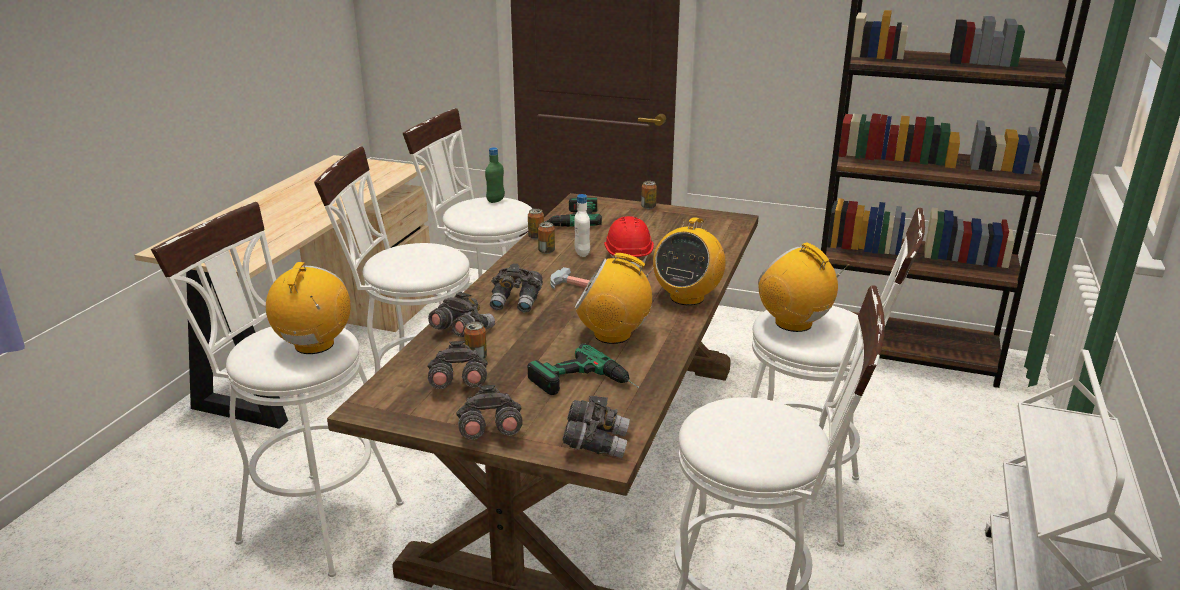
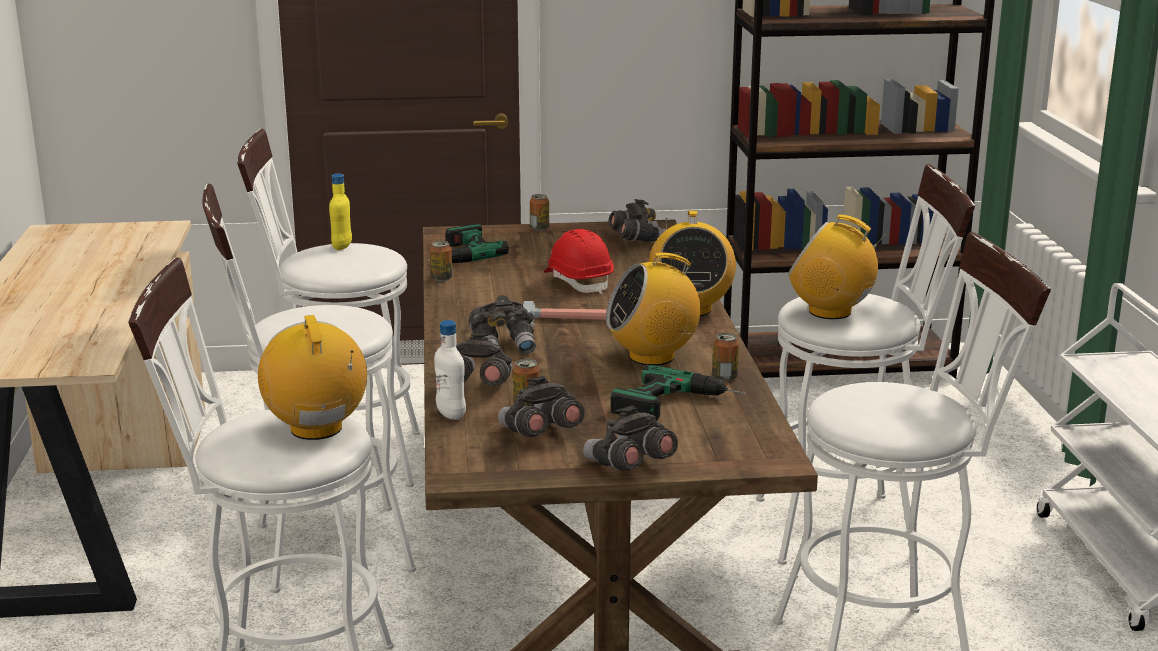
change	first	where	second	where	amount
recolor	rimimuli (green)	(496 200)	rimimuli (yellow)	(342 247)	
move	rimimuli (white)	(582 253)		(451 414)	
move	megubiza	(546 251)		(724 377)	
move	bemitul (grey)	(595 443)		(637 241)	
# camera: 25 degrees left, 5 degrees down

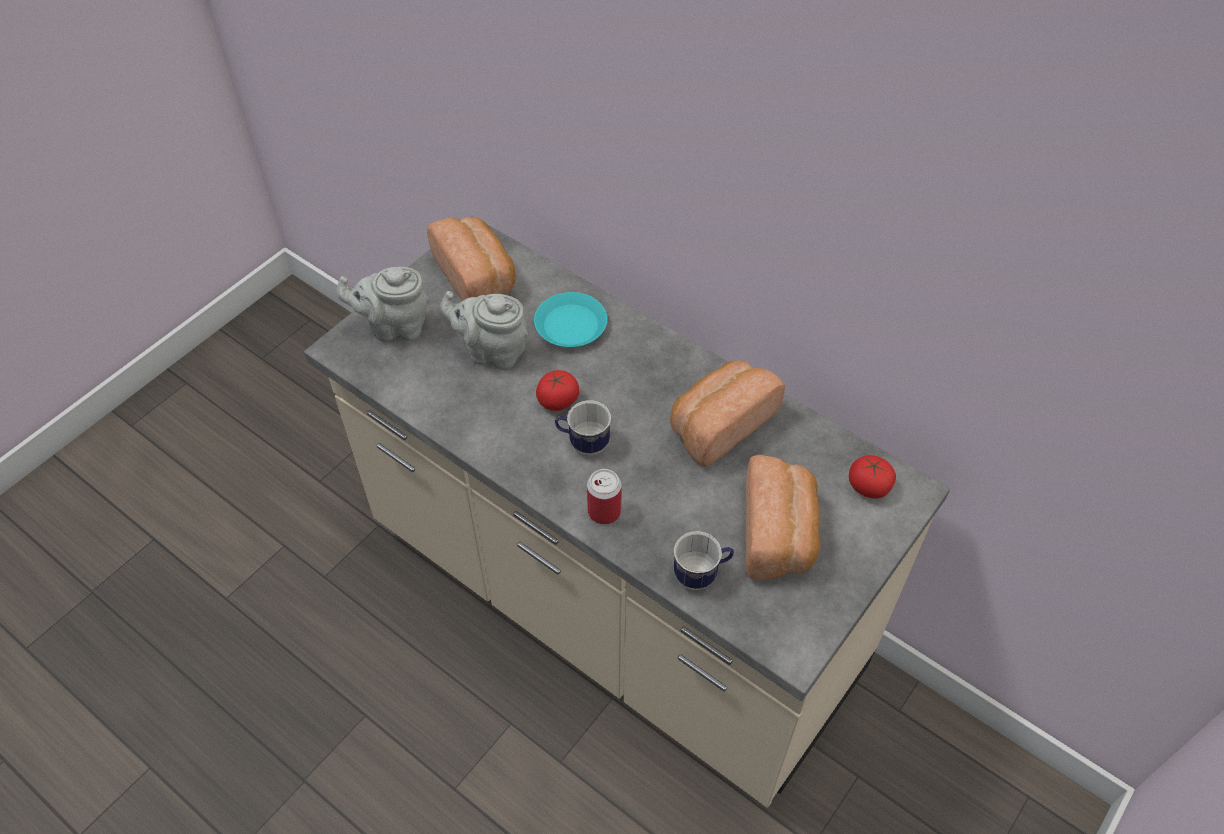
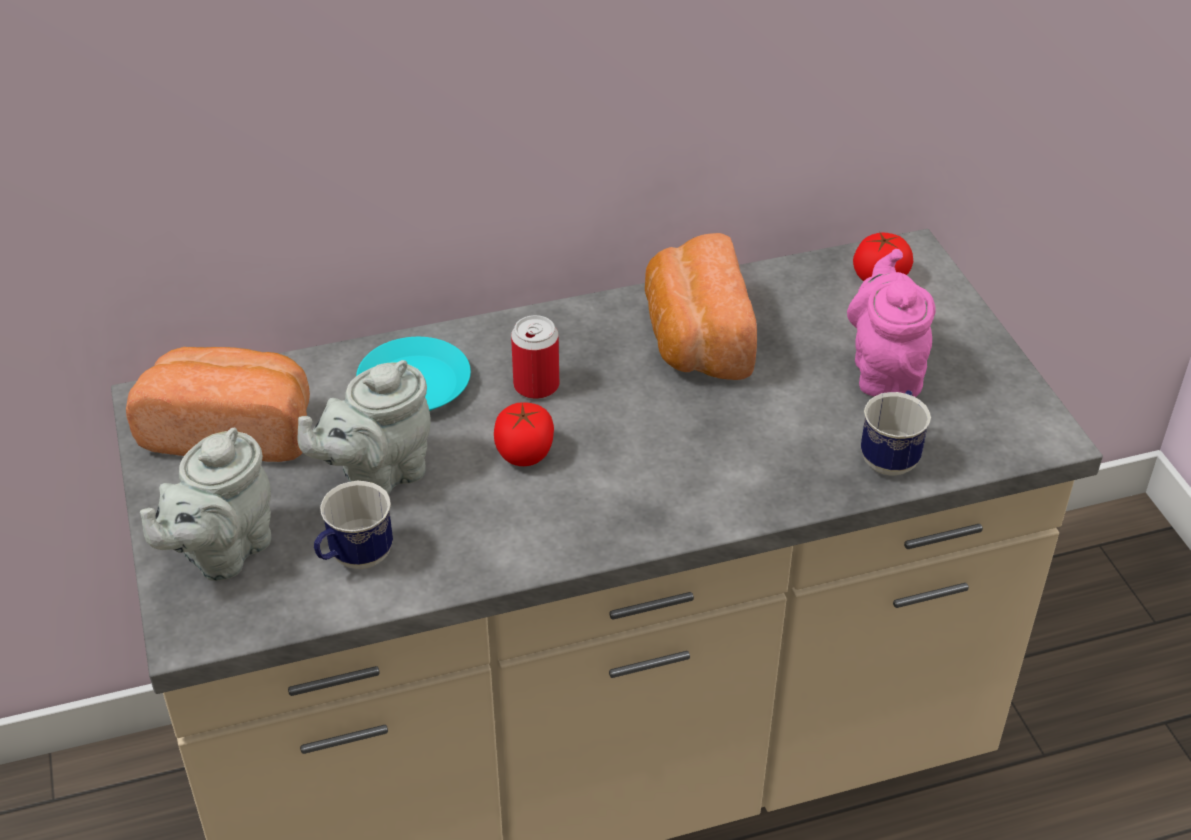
change	first	where	second	where	amount
move	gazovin	(583 443)		(354 559)	
replace	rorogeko	(779 533)	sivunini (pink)	(885 370)	
move	megubiza	(604 511)		(536 385)	
# camera: 55 degrees left, 10 degrees down

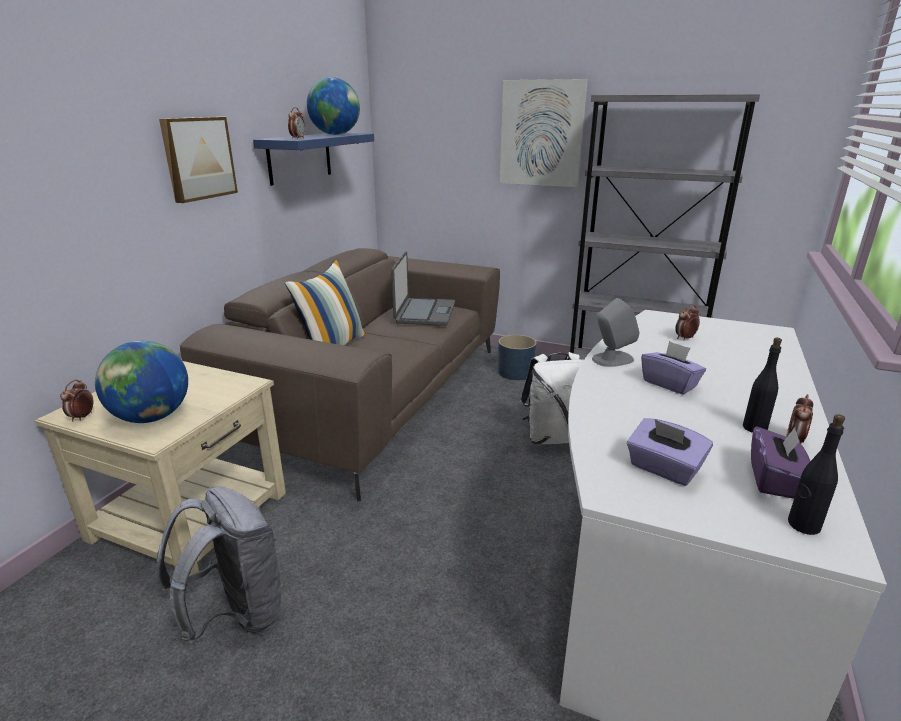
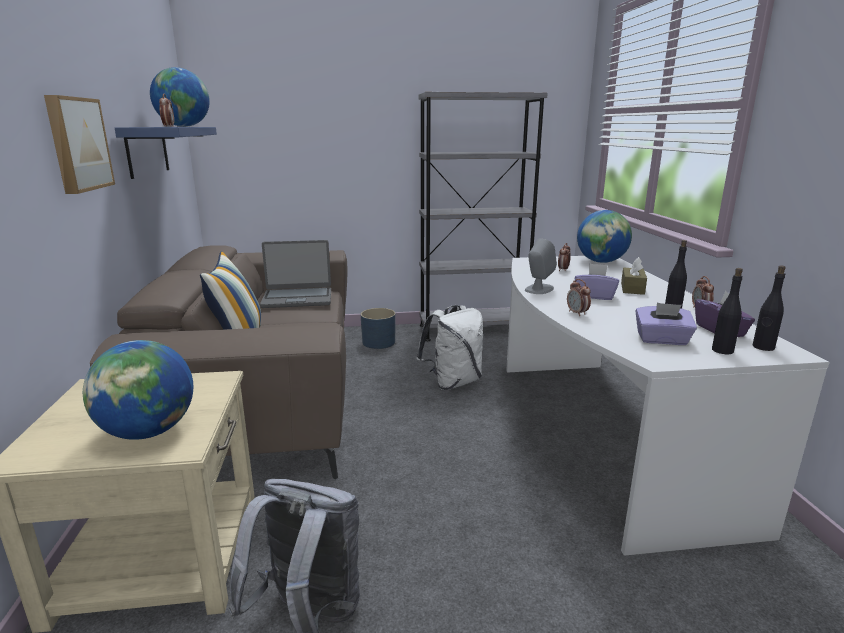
change	first	where	second	where	amount
delete	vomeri	(541 133)			
rotate	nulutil	(424 313)		(297 298)	105 degrees clockwise
move	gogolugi	(82 417)		(577 313)	
insert			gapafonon	(601 262)	
insert			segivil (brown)	(632 288)	
insert			rimimuli (black)	(722 350)	
# camera: 30 degrees left, 5 degrees down

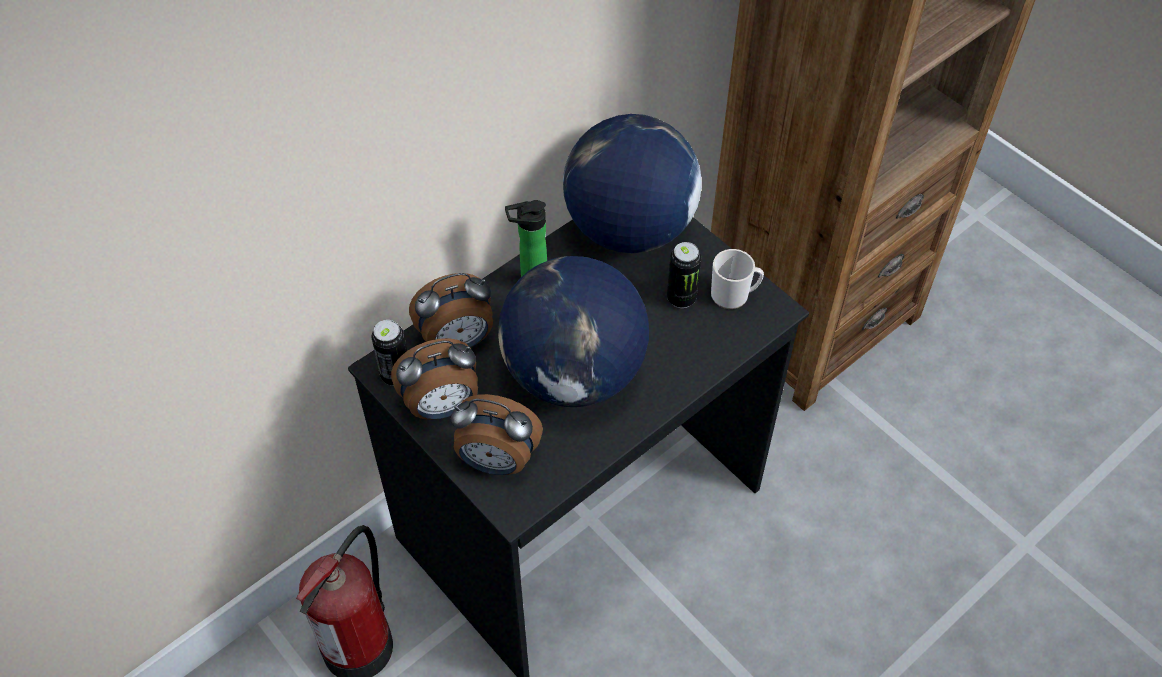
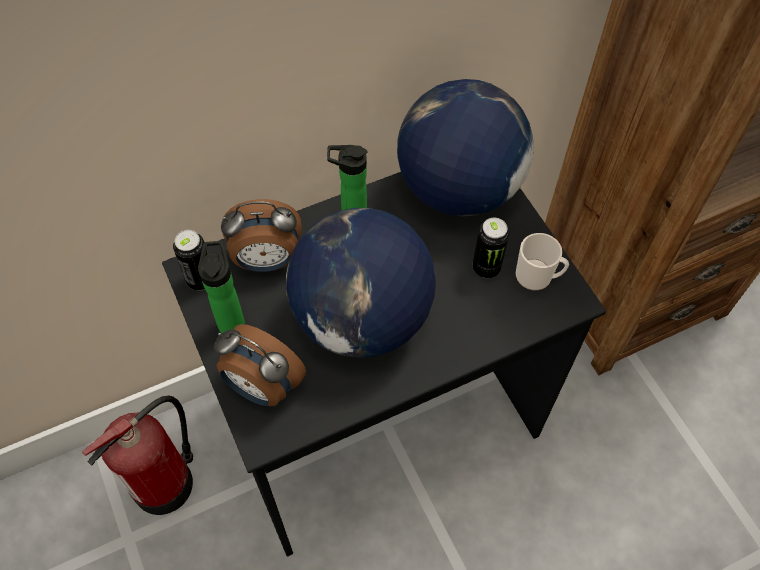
change	first	where	second	where	amount
replace	gogolugi	(442 406)	rimimuli	(231 320)	
# camera: 15 degrees right, 5 degrees up

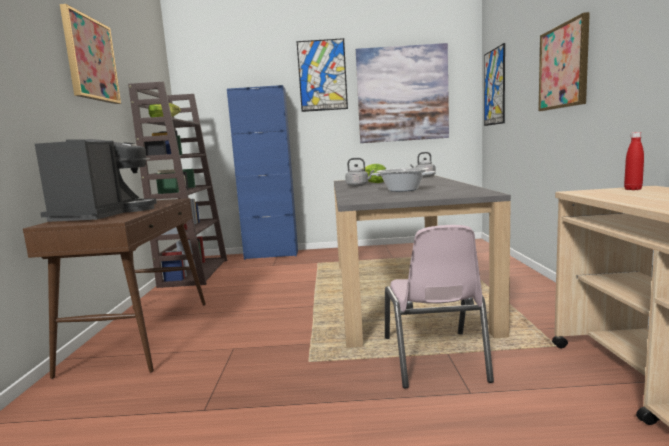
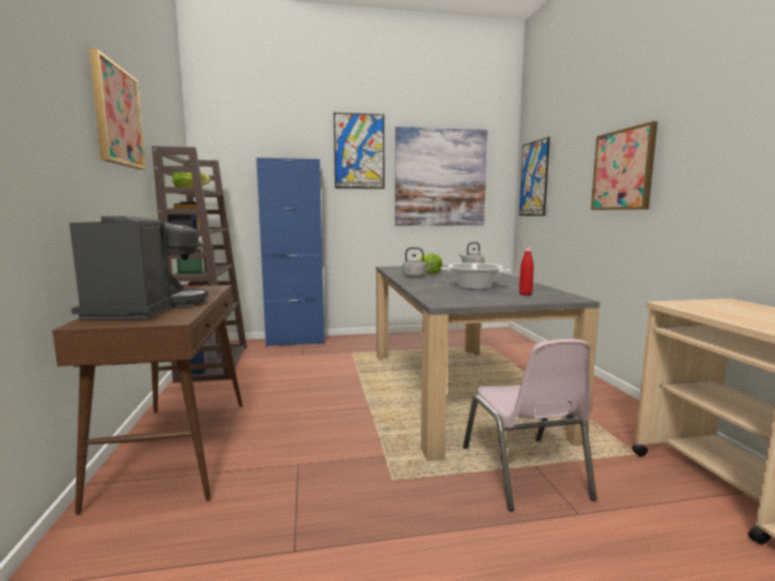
change	first	where	second	where	amount
move	rimimuli (red)	(632 189)		(525 294)	
# camera: 10 degrees left, 0 degrees up

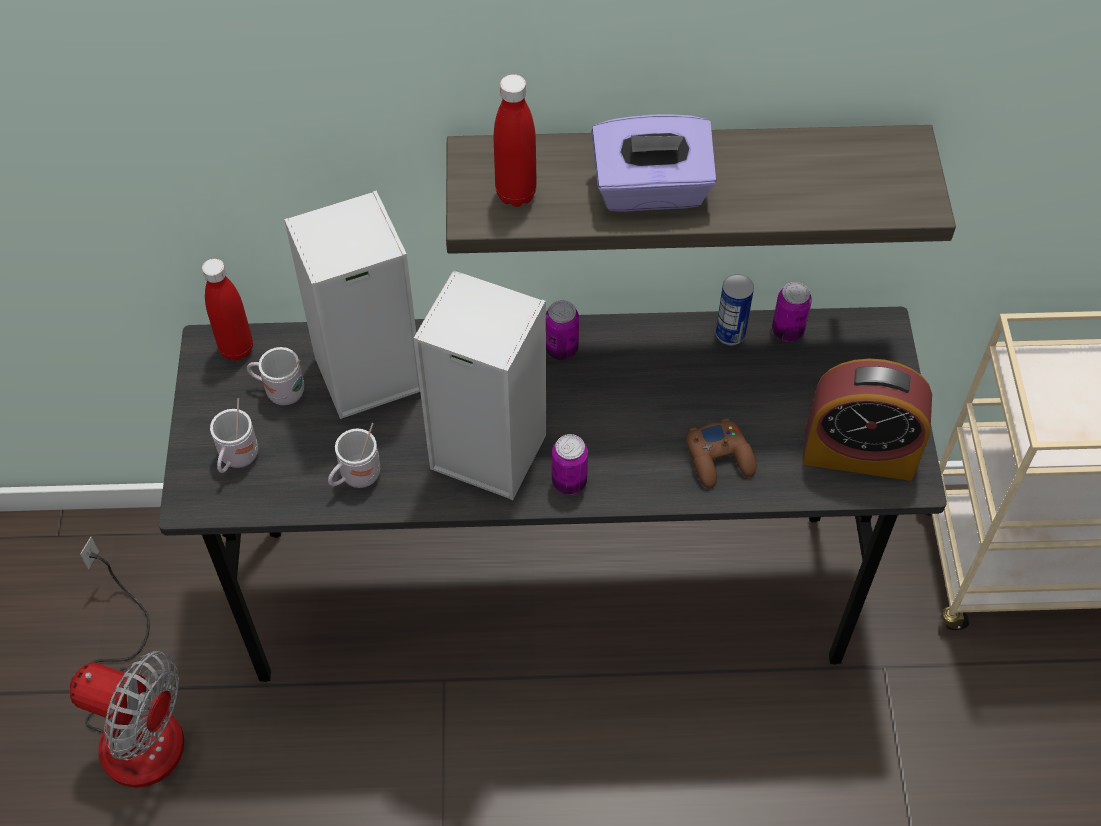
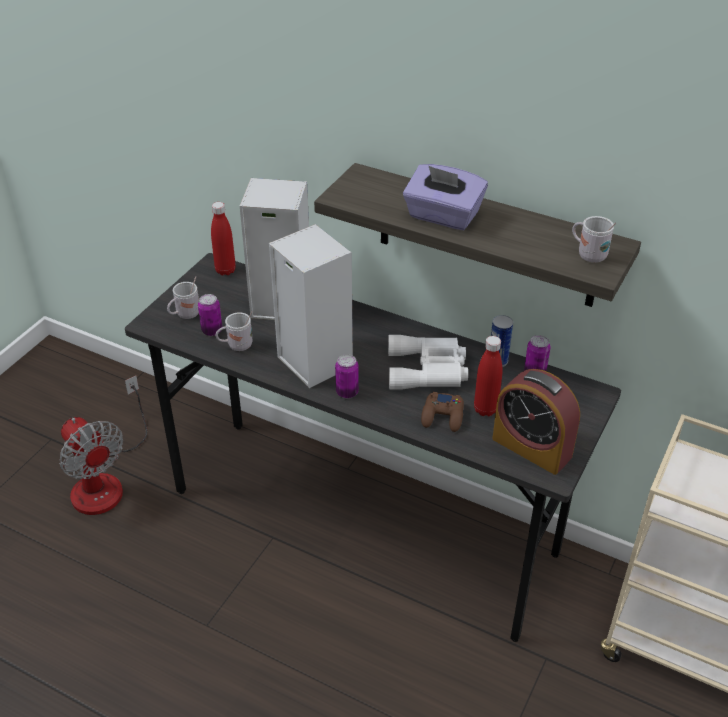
change	first	where	second	where	amount
move	rimimuli (red)	(516 194)		(485 409)	
move	megubiza	(561 349)		(212 330)	
move	gazovin (white)	(280 391)		(588 254)	
insert			bemitul (white)	(429 370)	
# camera: 30 degrees right, 15 degrees down

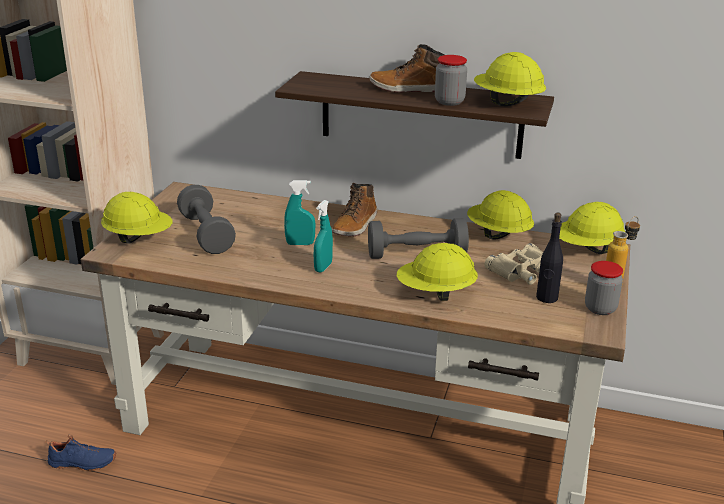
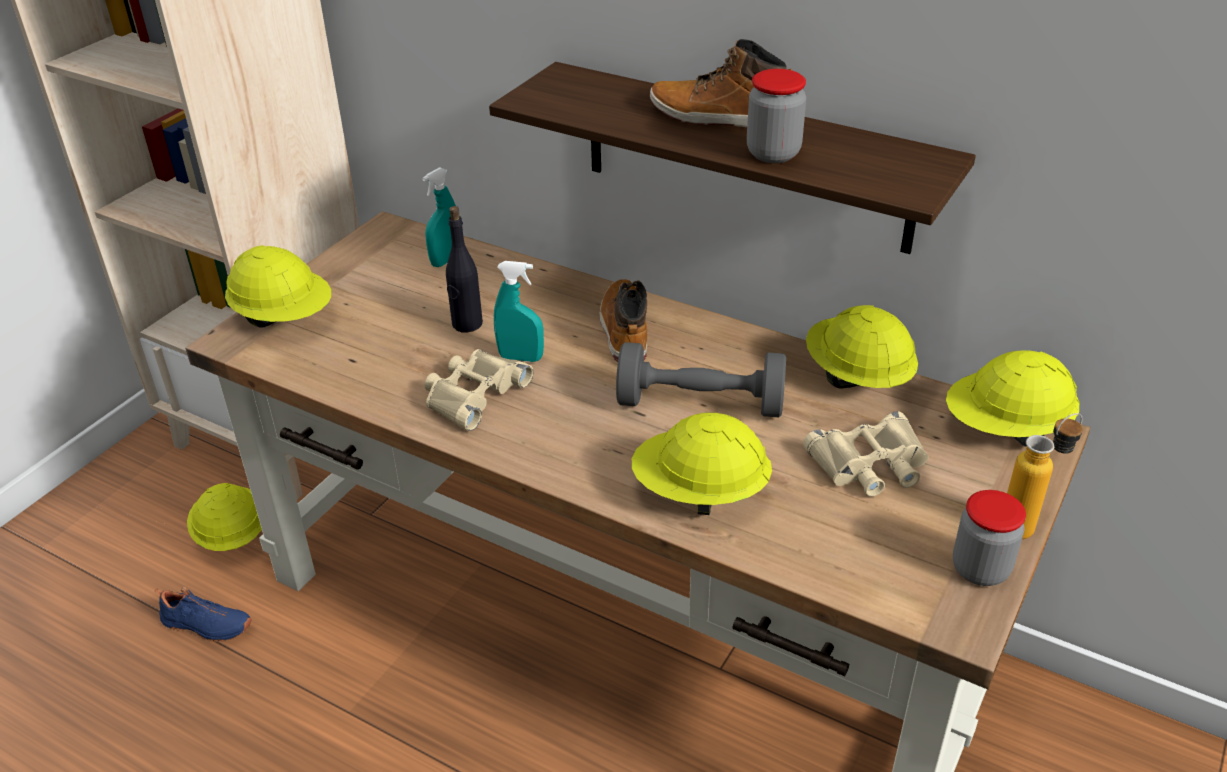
change	first	where	second	where	amount
move	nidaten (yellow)	(507 103)		(231 535)	
rotate	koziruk	(355 225)		(624 330)	135 degrees clockwise
delete	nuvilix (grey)	(206 234)			
move	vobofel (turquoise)	(323 267)		(446 260)	
move	rimimuli (black)	(546 298)		(467 324)	
insert			bemitul (beige)	(473 394)	
# camera: 15 degrees right, 10 degrees up

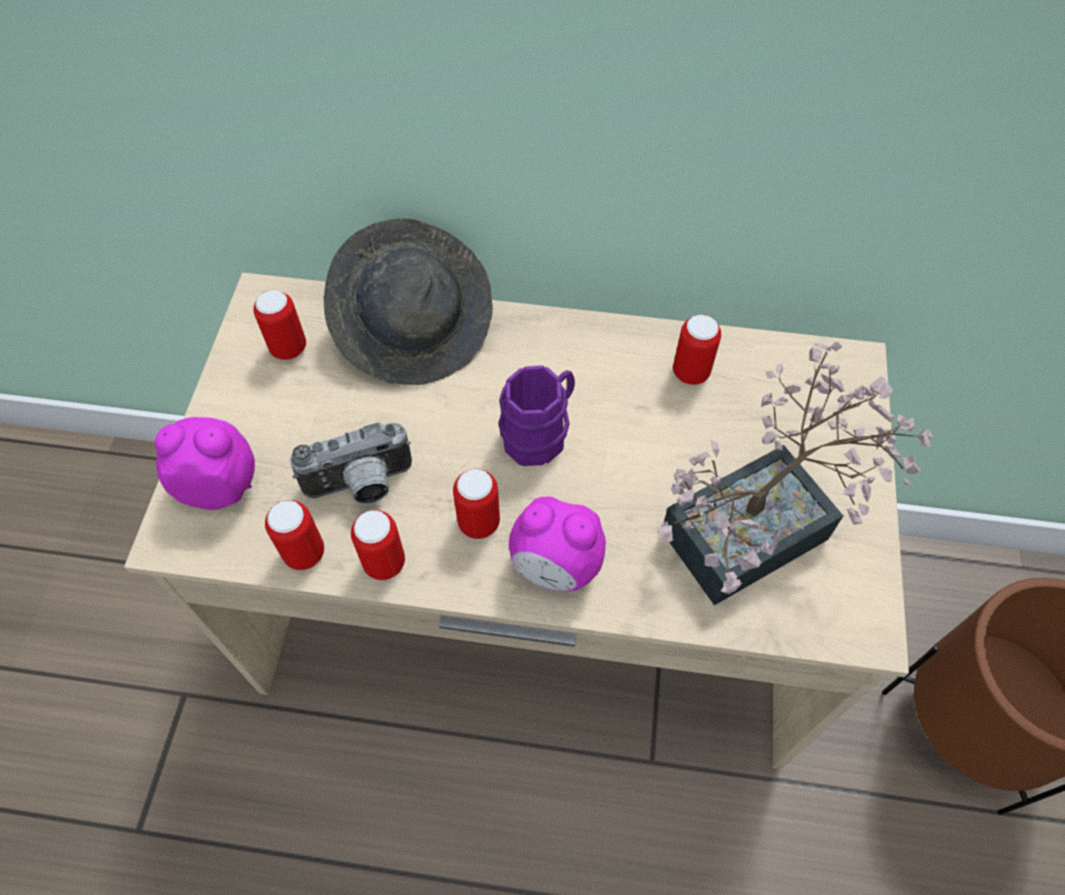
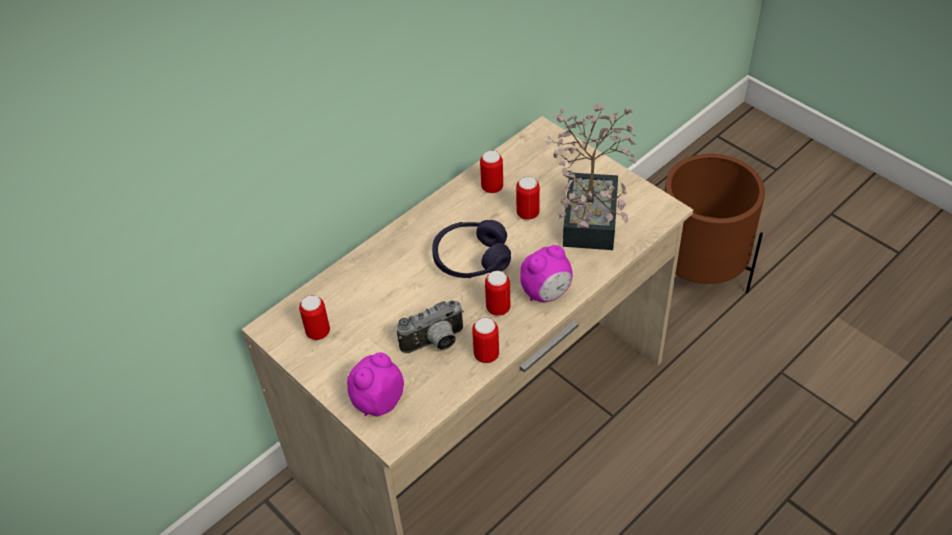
change	first	where	second	where	amount
delete	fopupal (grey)	(415 327)			
replace	gazovin (purple)	(541 432)	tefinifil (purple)	(471 259)	
rotate	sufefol	(361 486)		(435 343)	45 degrees clockwise
move	megubiza	(304 553)		(527 213)	
# camera: 50 degrees left, 10 degrees down

